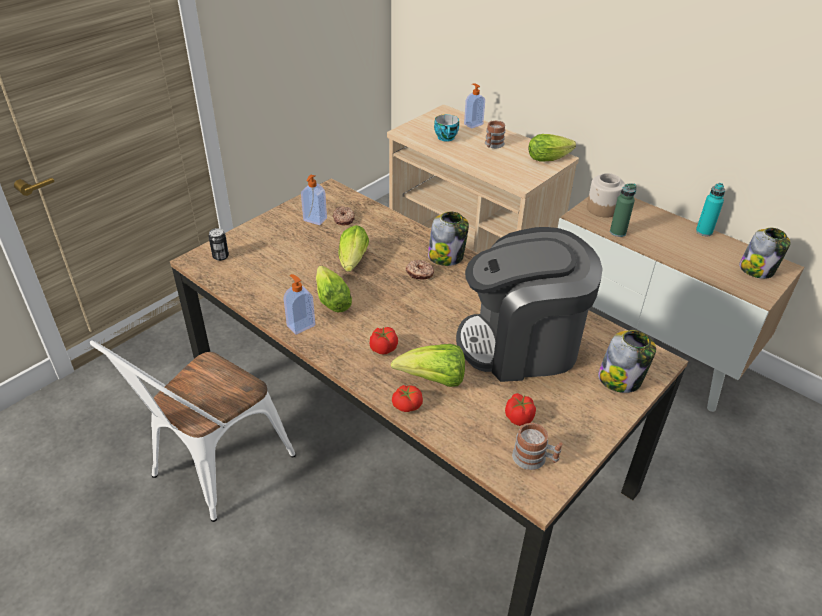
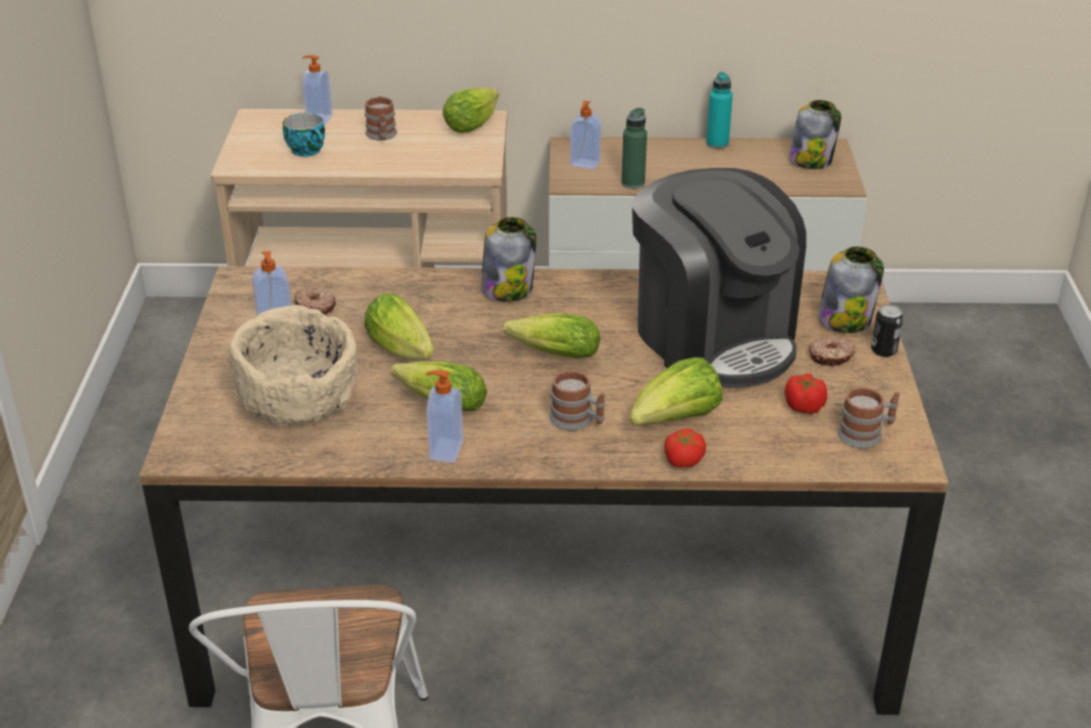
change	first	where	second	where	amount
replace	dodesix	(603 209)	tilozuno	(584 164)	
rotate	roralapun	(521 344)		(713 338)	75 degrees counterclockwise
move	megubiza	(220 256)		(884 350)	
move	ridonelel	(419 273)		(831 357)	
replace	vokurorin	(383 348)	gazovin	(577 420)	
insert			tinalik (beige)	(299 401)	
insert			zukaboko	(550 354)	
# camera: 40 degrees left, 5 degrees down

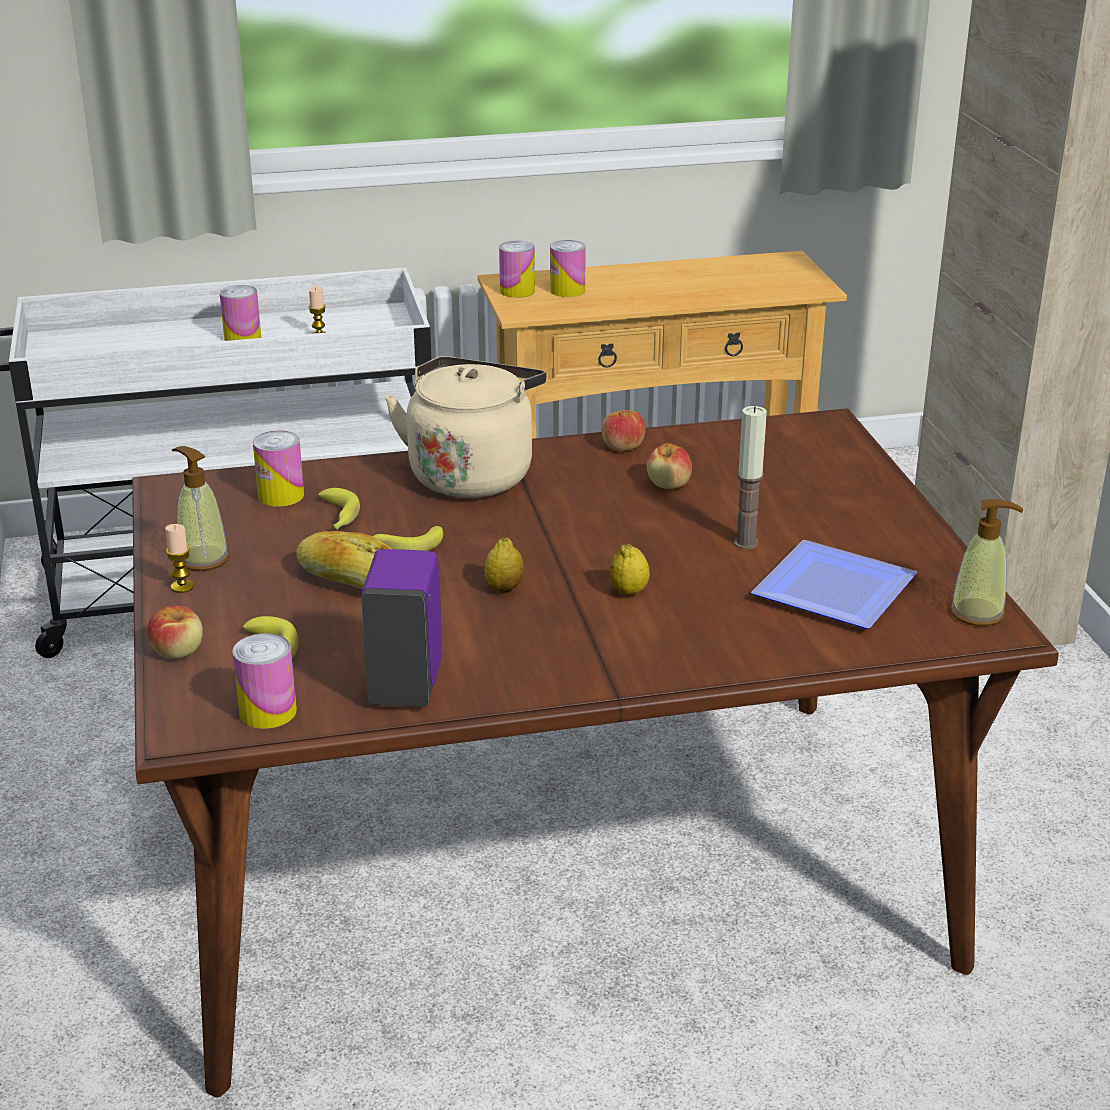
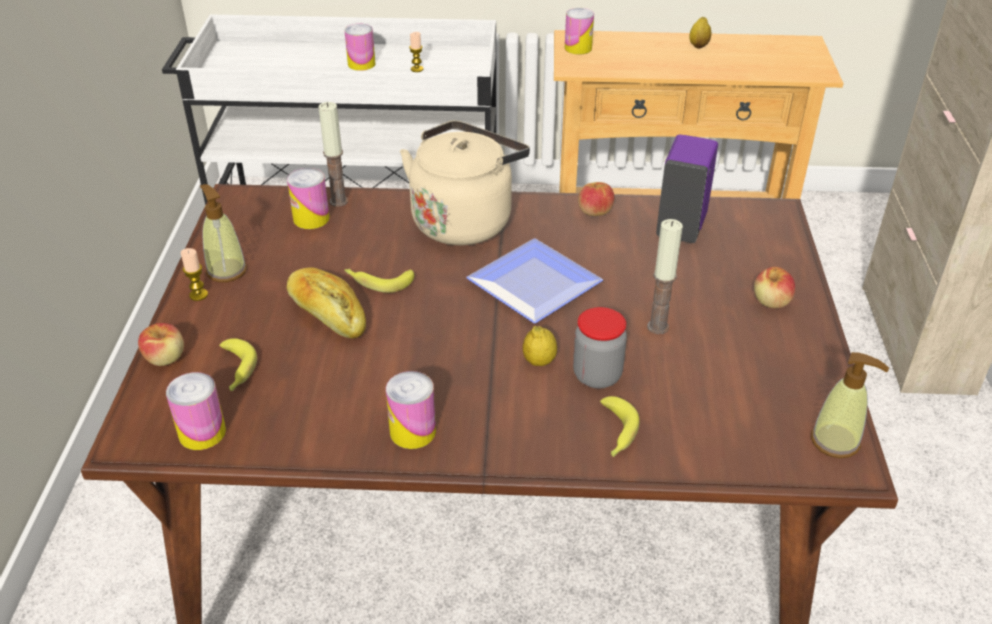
change	first	where	second	where	amount
move	megubiza	(567 290)		(413 431)	
move	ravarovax	(668 484)		(771 301)	
move	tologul	(337 517)		(616 433)	
move	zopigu	(504 588)		(698 46)	
move	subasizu	(840 590)		(539 284)	
move	tilozuno (purple)	(406 684)		(681 226)	
insert			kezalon	(338 201)	
insert			dodesix	(597 375)	
# camera: 15 degrees right, 10 degrees up

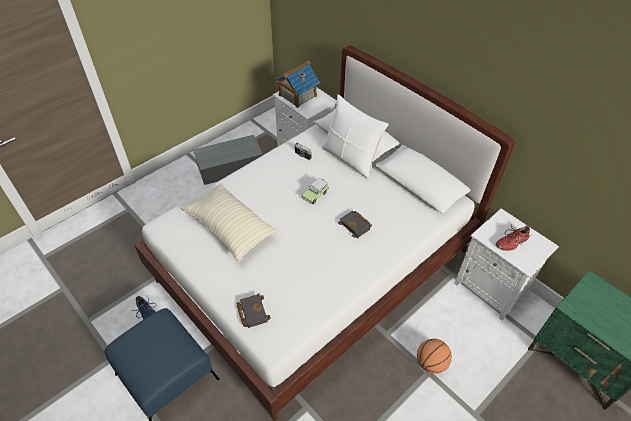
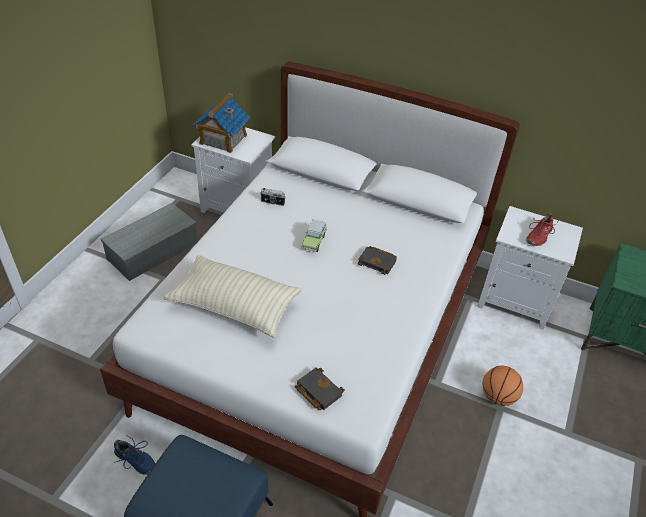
change	first	where	second	where	amount
delete	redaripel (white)	(350 158)			
# camera: 25 degrees left, 5 degrees down

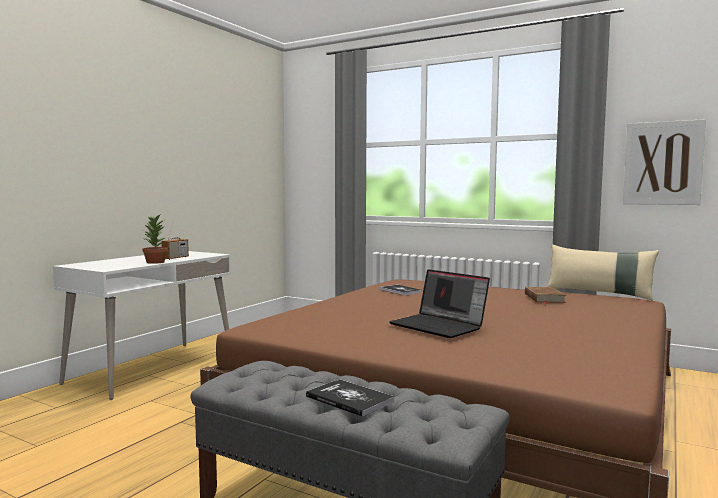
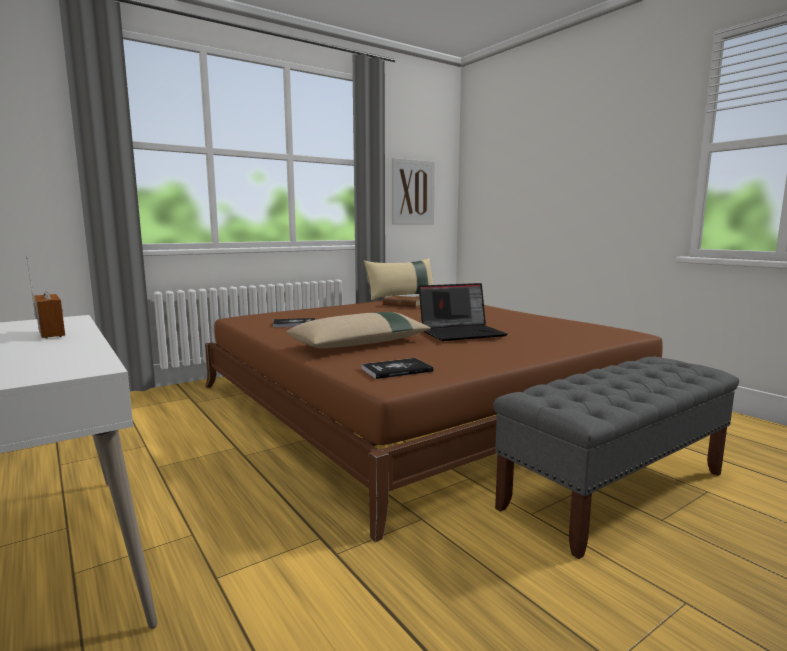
change	first	where	second	where	amount
delete	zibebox	(155 262)			
move	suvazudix	(349 399)		(397 370)	
insert			redaripel (beige)	(361 344)	
# camera: 65 degrees left, 5 degrees up

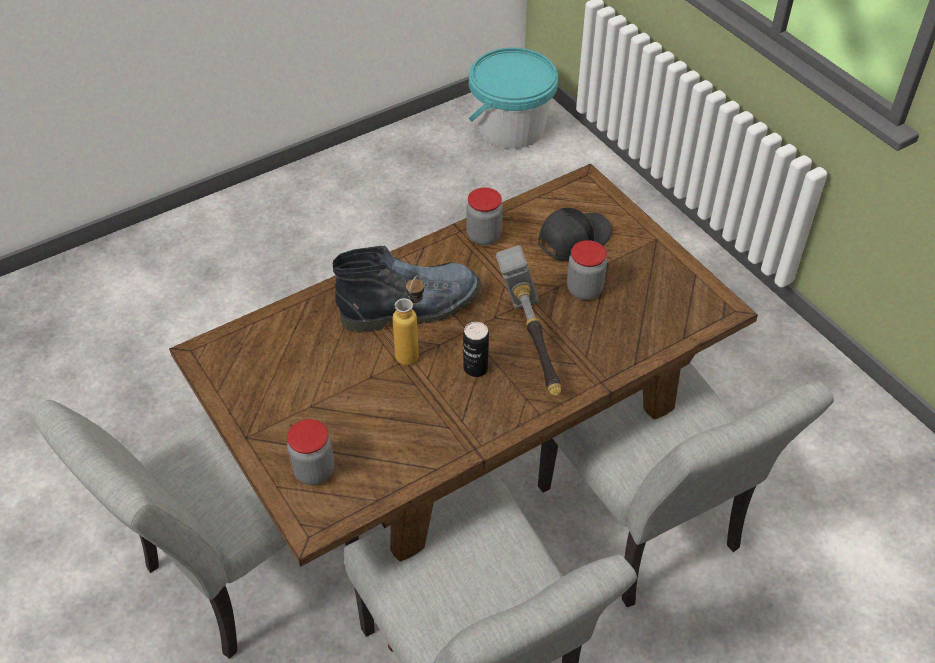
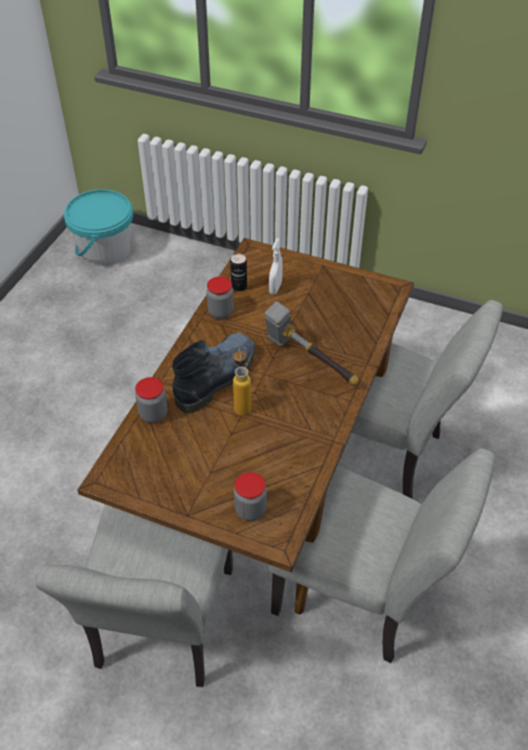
change	first	where	second	where	amount
replace	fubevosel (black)	(572 238)	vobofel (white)	(275 288)	
move	dodesix	(584 290)		(153 414)	
move	megubiza	(475 368)		(239 286)	
# camera: 35 degrees left, 0 degrees up

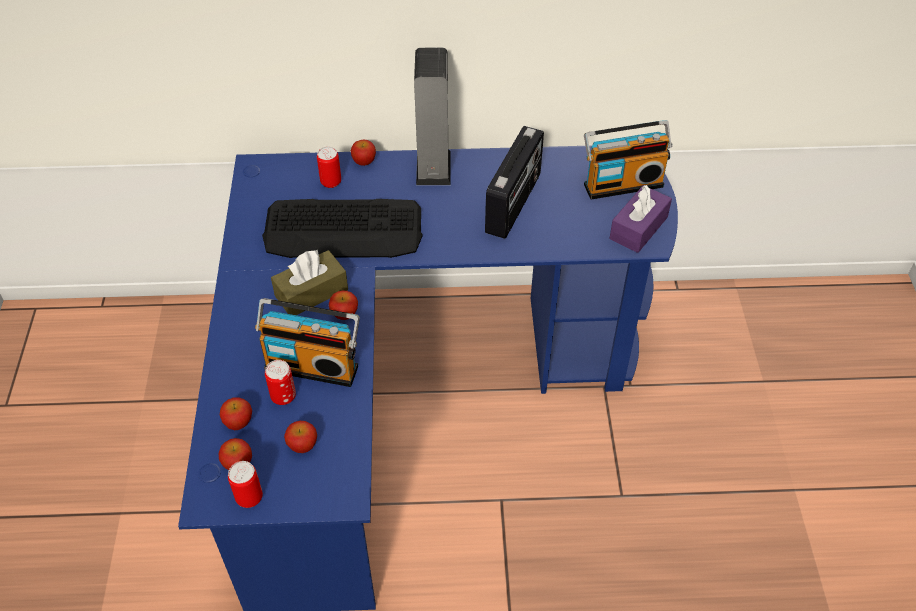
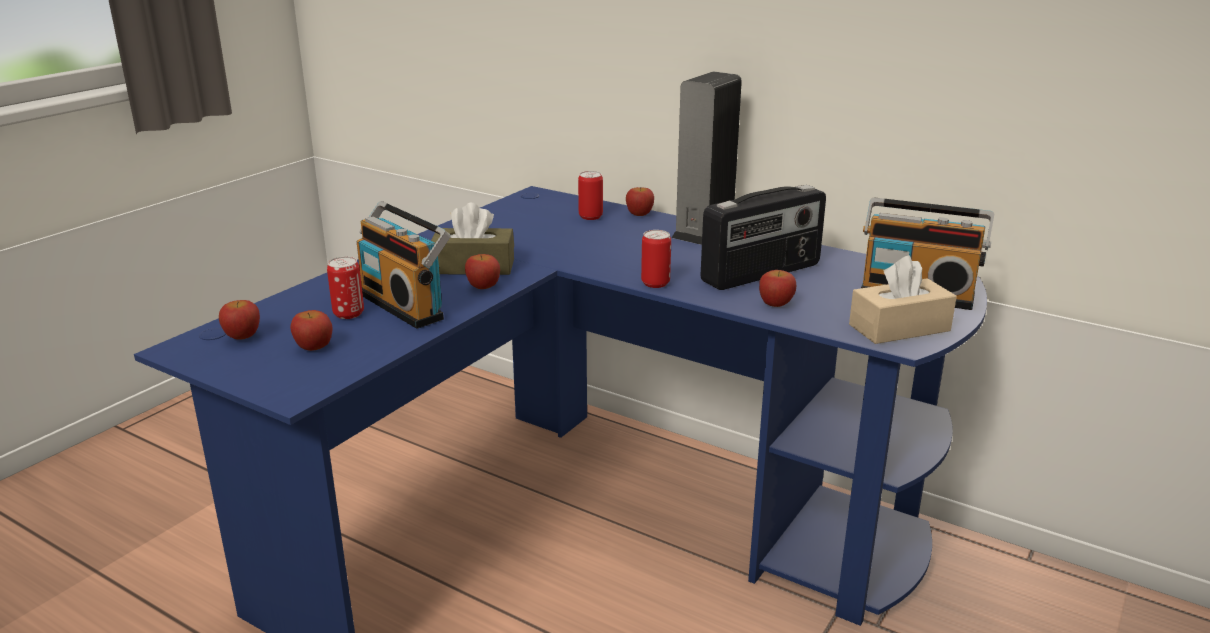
change	first	where	second	where	amount
recolor	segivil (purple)	(638 228)	segivil (beige)	(899 328)	
delete	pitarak	(344 230)			
move	ravarovax	(238 422)		(776 304)	
move	megubiza	(249 497)		(655 283)	
# camera: 35 degrees right, 25 degrees down

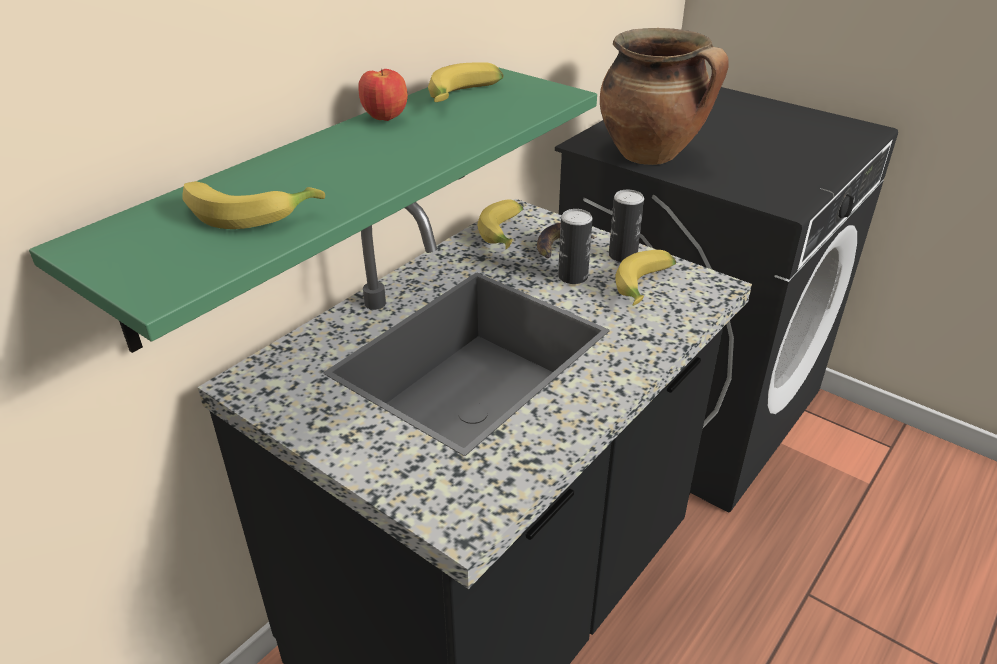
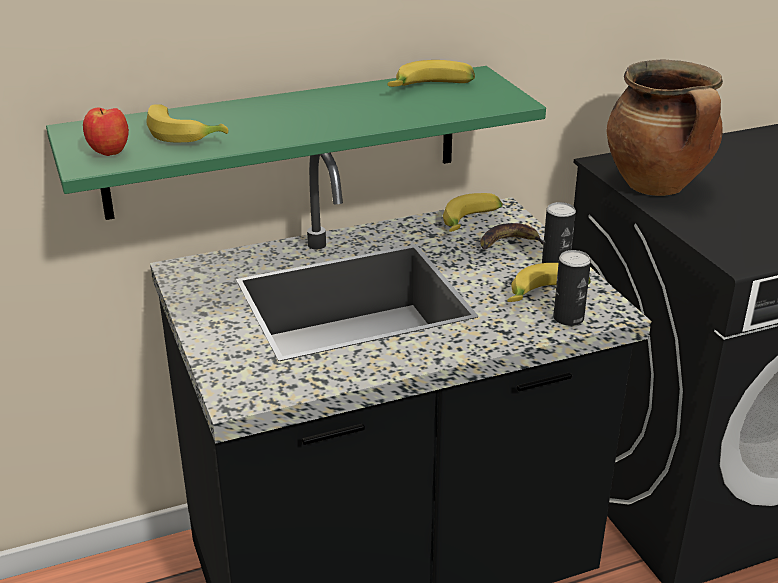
change	first	where	second	where	amount
move	ravarovax	(385 119)		(110 153)	
move	megubiza	(572 276)		(568 318)	
# camera: 30 degrees right, 5 degrees down

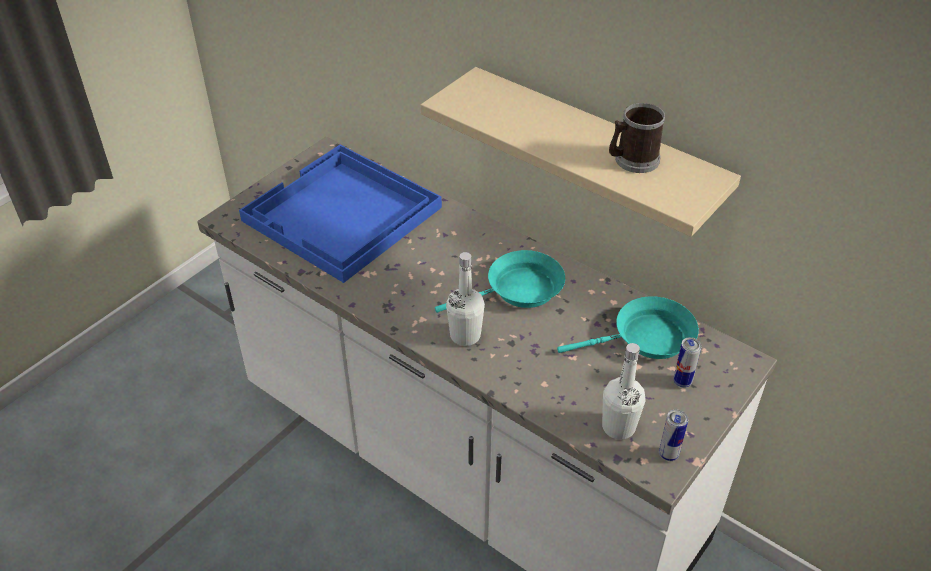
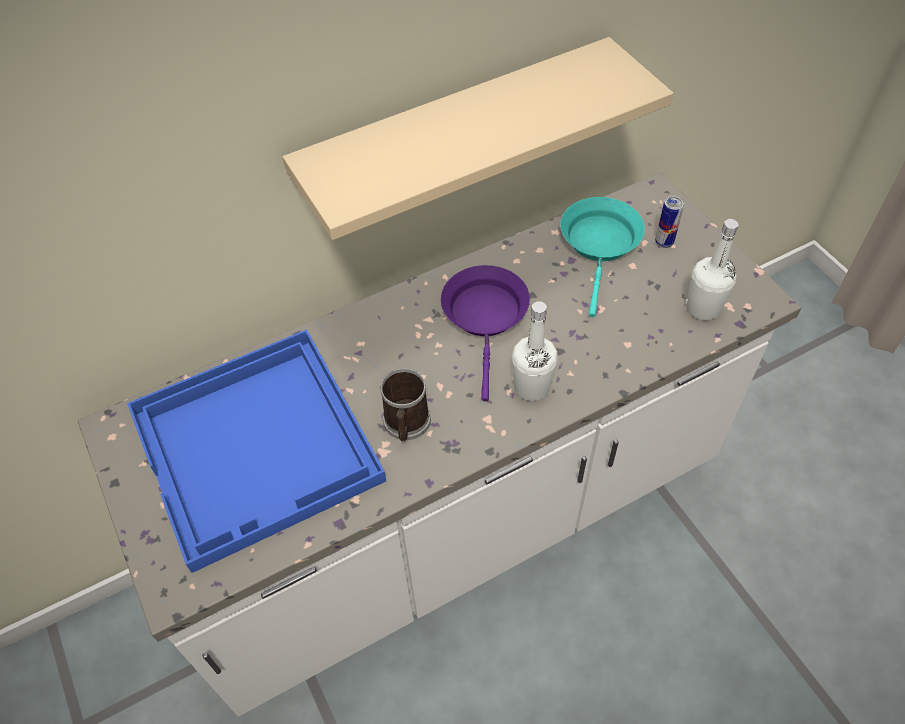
change	first	where	second	where	amount
move	gazovin	(632 160)		(406 424)	
recolor	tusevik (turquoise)	(518 290)	tusevik (purple)	(486 317)	
delete	megubiza	(668 454)			
# camera: 65 degrees left, 10 degrees up

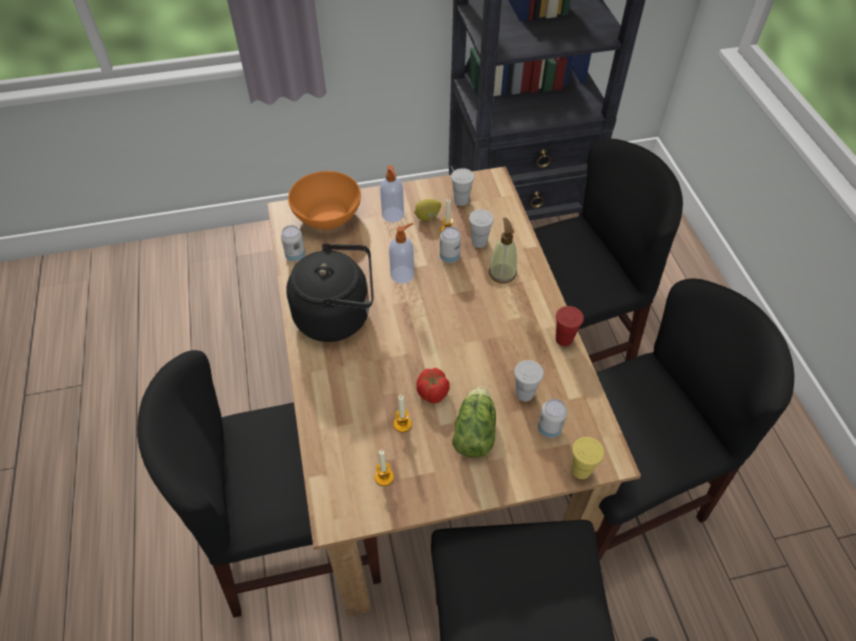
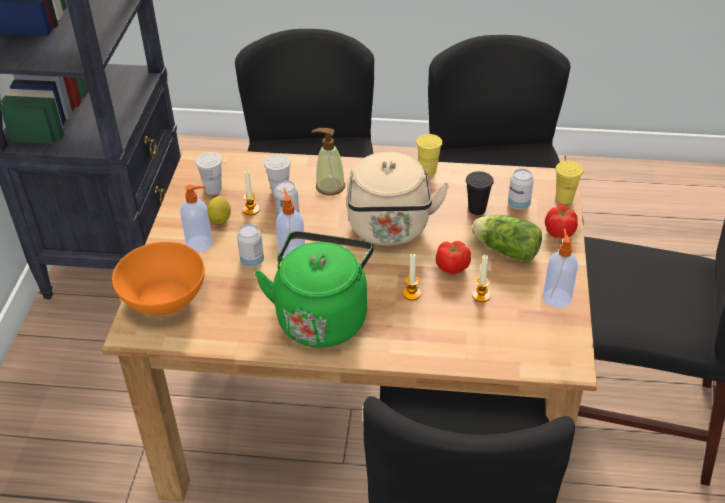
change	first	where	second	where	amount
move	megubiza	(295 256)		(252 261)	
recolor	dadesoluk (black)	(338 315)	dadesoluk (green)	(322 316)	
recolor	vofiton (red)	(564 339)	vofiton (yellow)	(428 170)	
recolor	vofiton (white)	(524 393)	vofiton (black)	(477 209)	
move	kezalon	(384 477)		(411 293)	
insert			dadesoluk (beige)	(390 230)	
insert			vokurorin	(559 231)	
insert			tilozuno	(556 297)	
# camera: 70 degrees left, 10 degrees down

